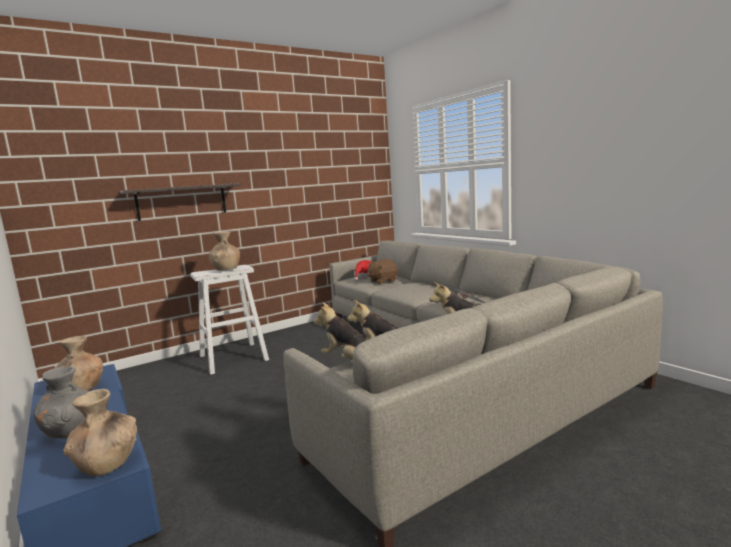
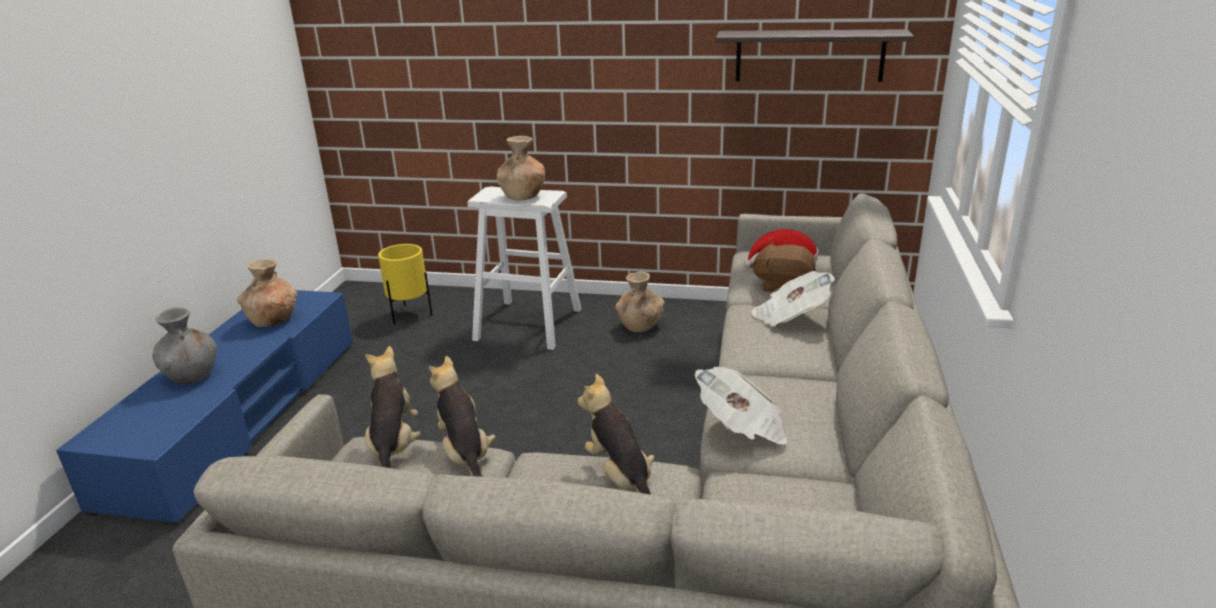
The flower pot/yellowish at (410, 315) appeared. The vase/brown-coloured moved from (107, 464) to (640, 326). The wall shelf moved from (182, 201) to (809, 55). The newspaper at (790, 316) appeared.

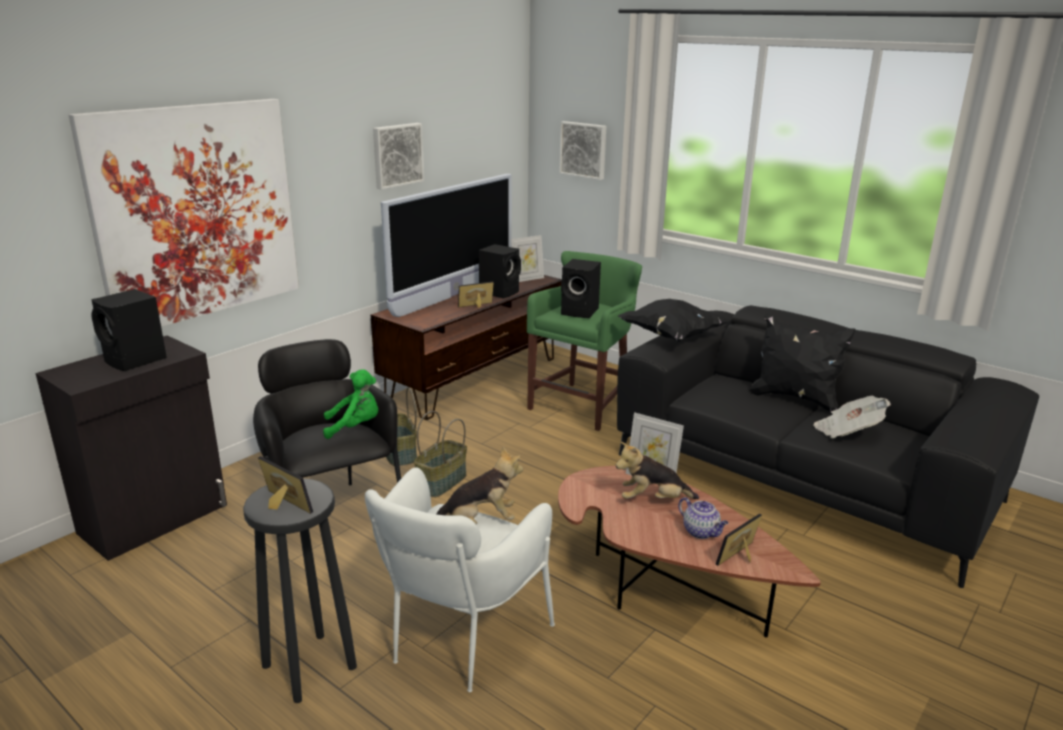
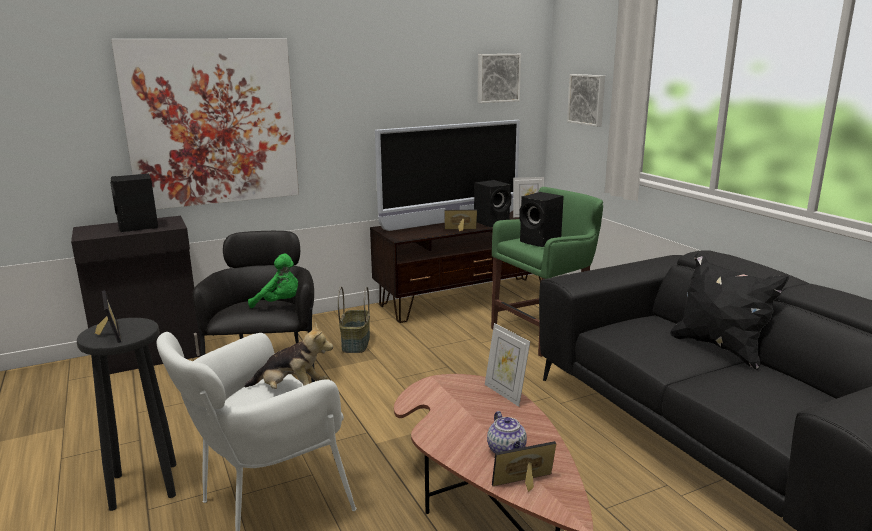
The picture moved from (397, 155) to (497, 78). The storage basket at (442, 483) disappeared. The soft toy at (653, 500) disappeared. The pillow/black-coloured at (671, 336) disappeared. The newspaper at (847, 432) disappeared.

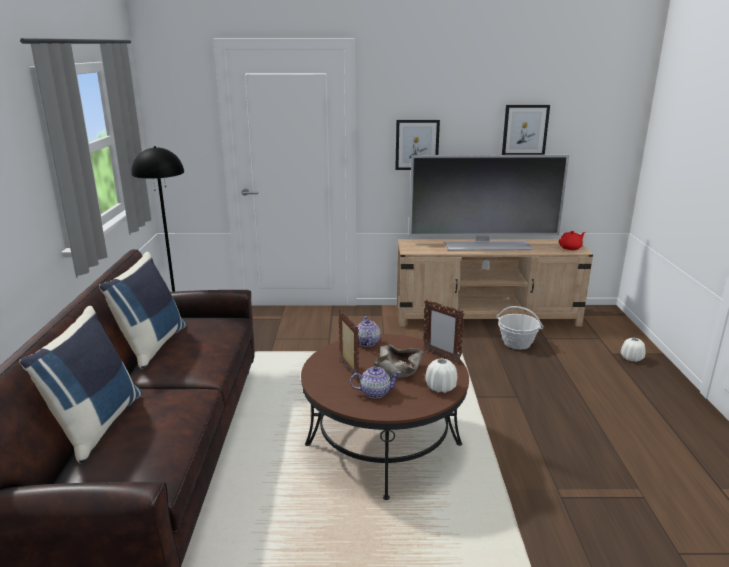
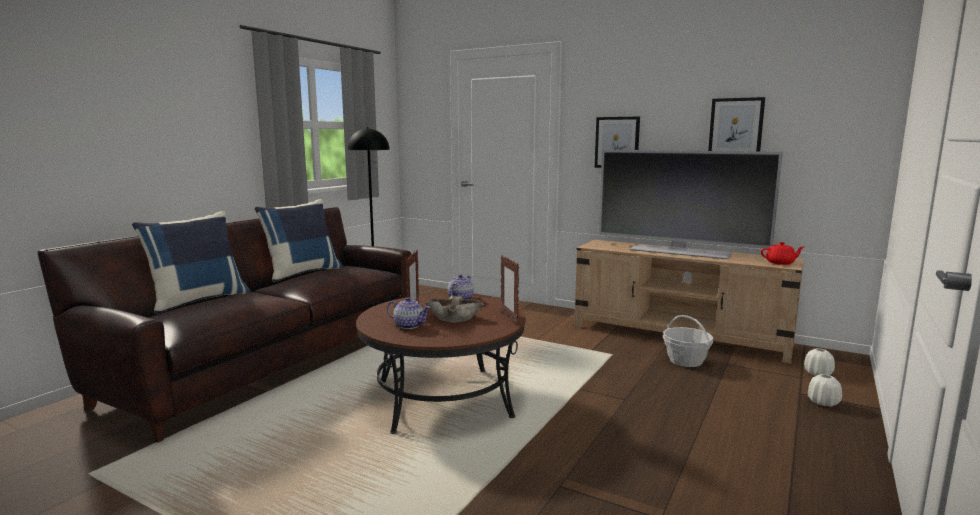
The vase/white moved from (441, 387) to (818, 373).

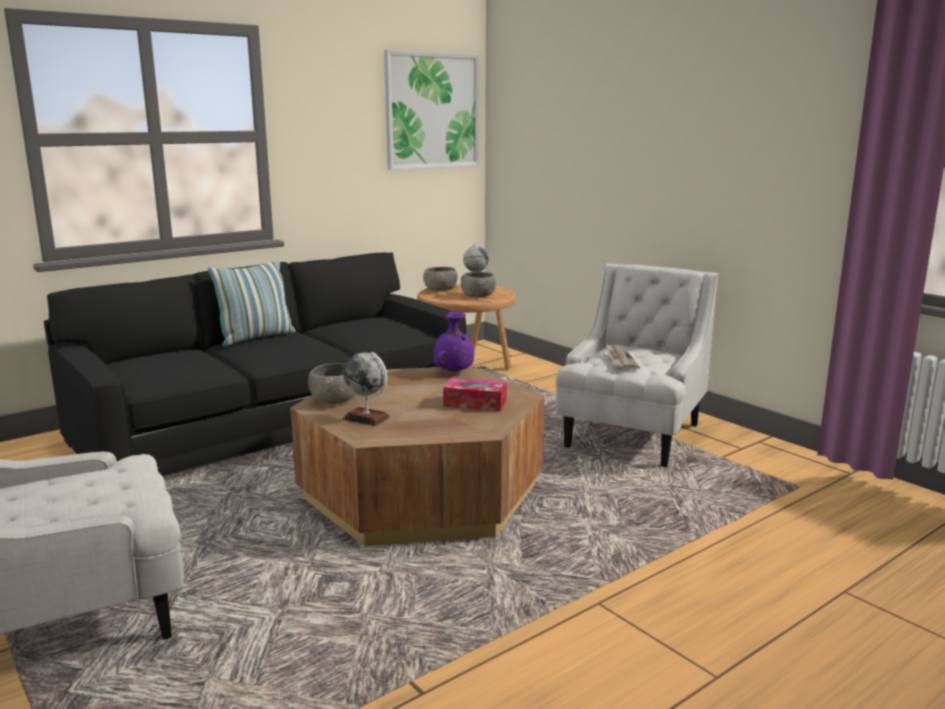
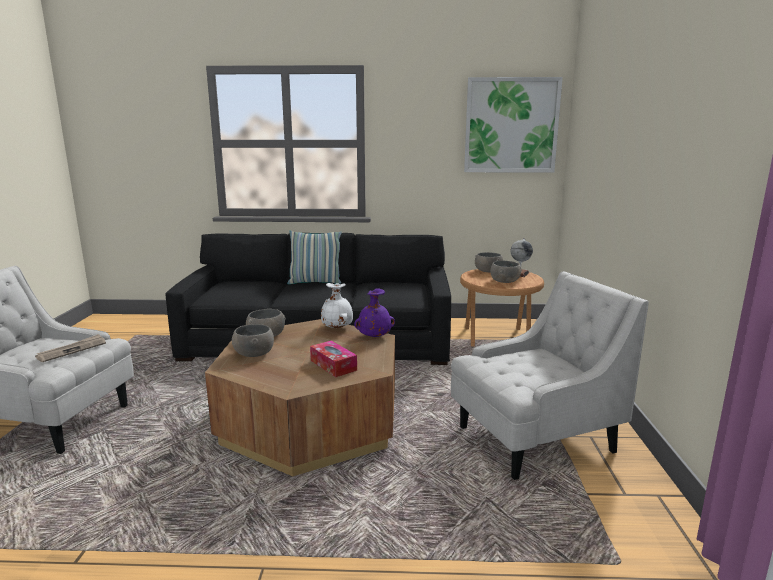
The newspaper moved from (619, 359) to (72, 350). The desk globe at (367, 418) was replaced by the serving bowl/grey at (253, 354). The vase/white at (337, 328) appeared.

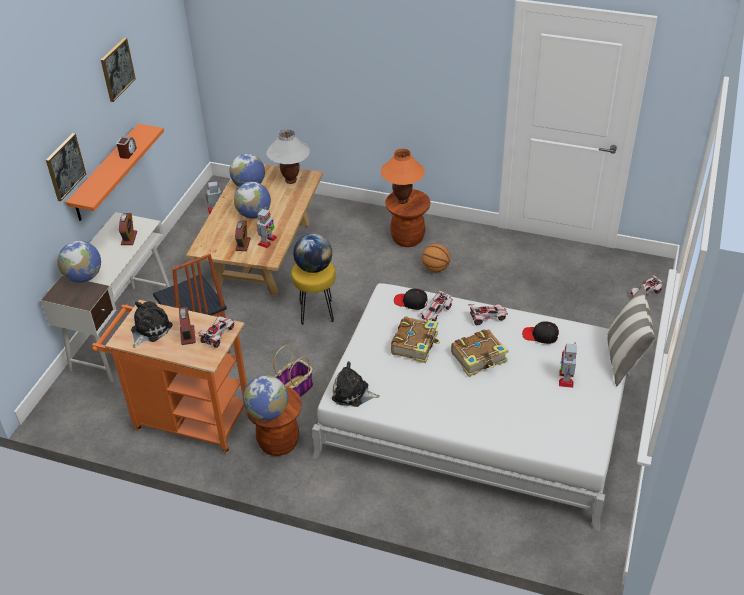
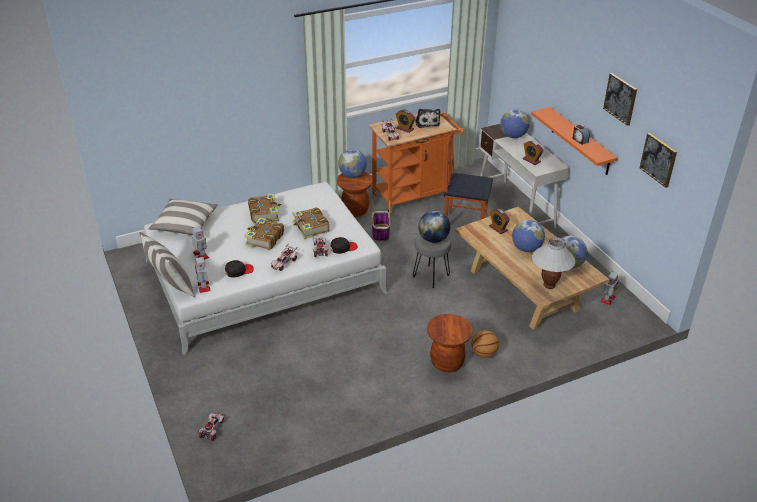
The pillow at (185, 224) appeared. The model robot moved from (267, 241) to (203, 286). The book at (264, 213) appeared. The stool seat/yellowish at (316, 312) became the stool seat/grey at (431, 276). The basketball ball moved from (435, 268) to (484, 353). The picture moved from (65, 166) to (658, 159). The soft toy at (352, 394) disappeared. The tabletop lamp/orangey at (402, 200) disappeared.

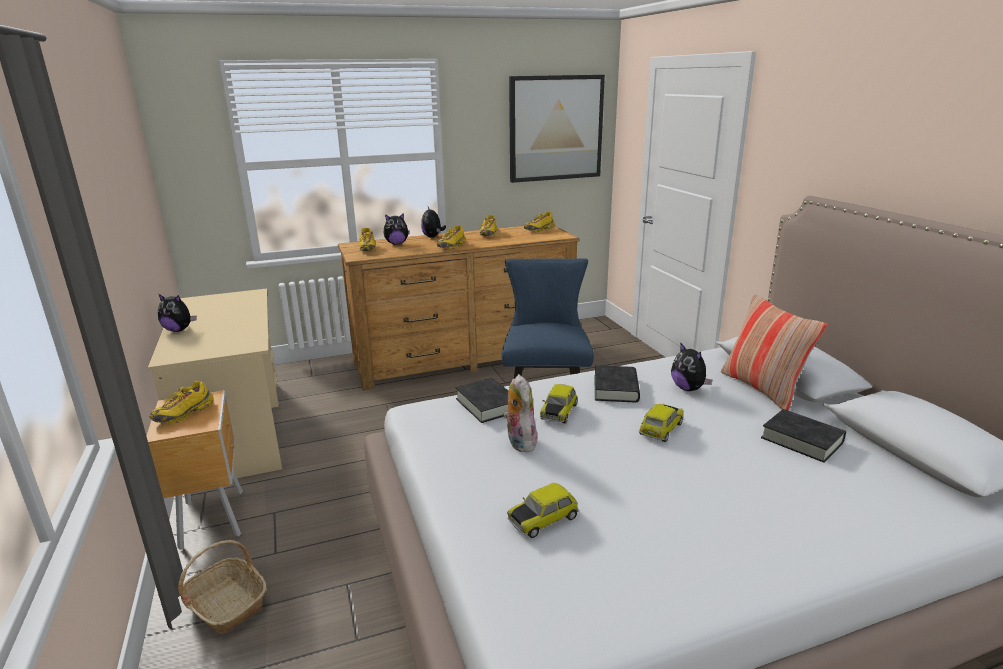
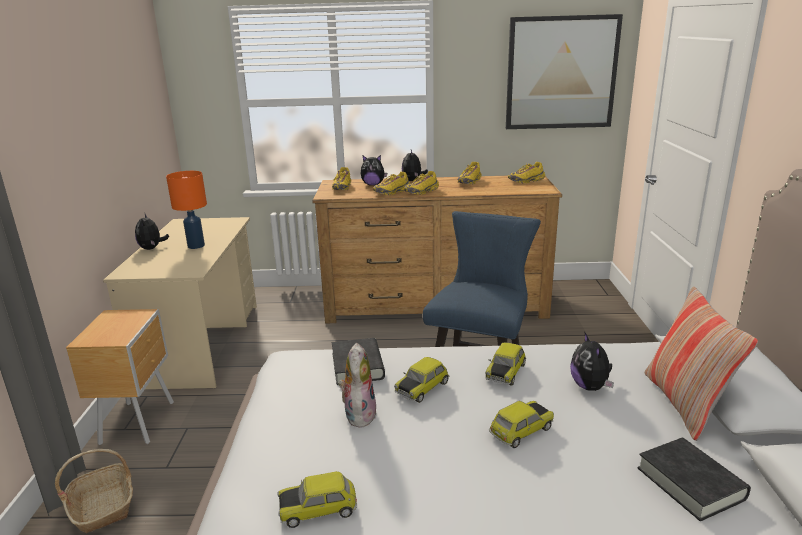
The soft toy at (179, 330) turned 45 degrees clockwise. The tabletop lamp/orangey at (195, 246) appeared. The item of footwear/yellowish moved from (184, 414) to (392, 192). The book/black-coloured at (615, 389) was replaced by the model car at (505, 372).

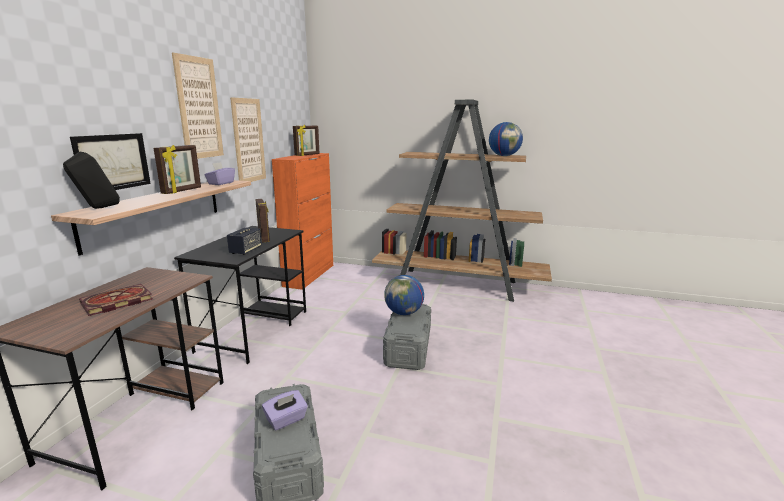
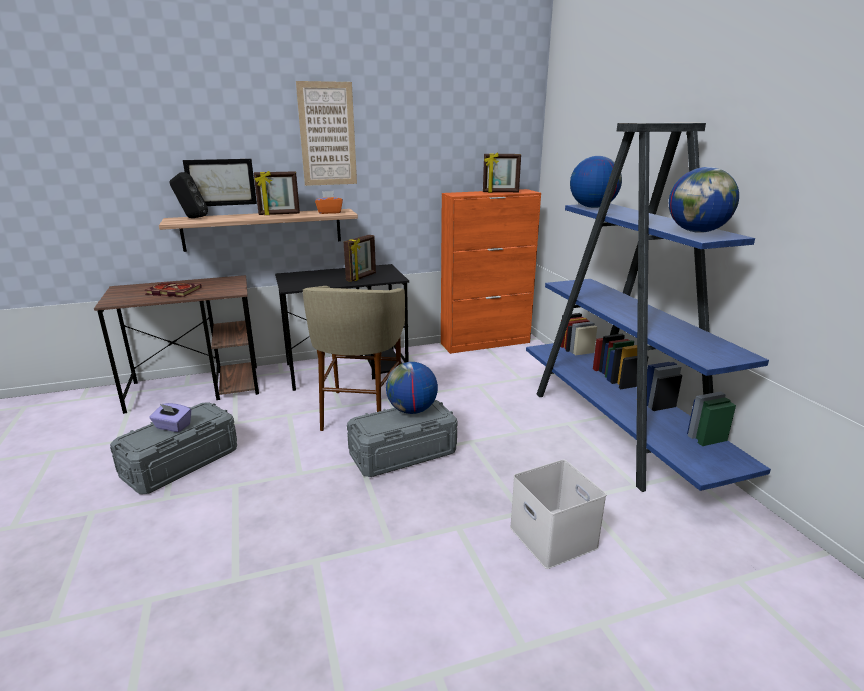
The stool seat/sand-coloured at (360, 412) appeared. The box of tissues/purple-coloured at (221, 183) became the box of tissues/orangey at (329, 212). The storage container/white at (555, 537) appeared. The shelving unit/brown-coloured at (459, 285) became the shelving unit/blue at (618, 431). The desk globe at (592, 207) appeared. The loudspeaker at (245, 251) disappeared. The picture at (248, 140) disappeared.

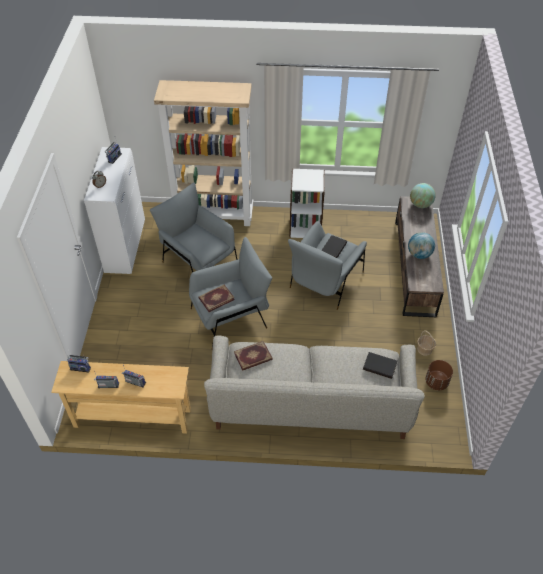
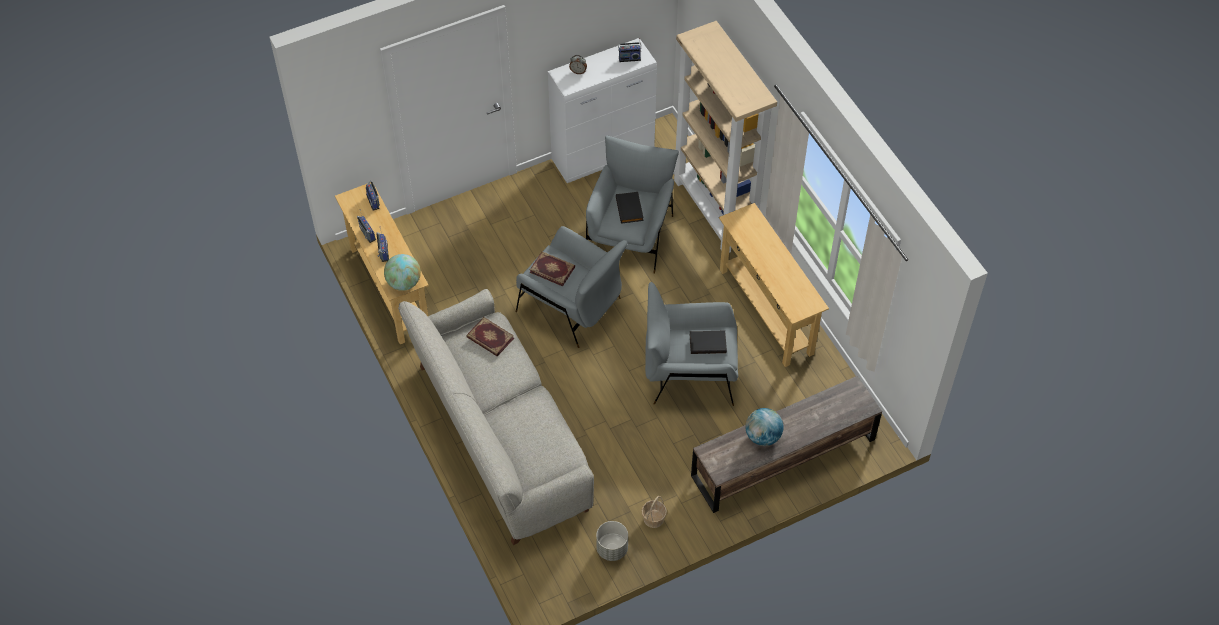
The desk globe moved from (420, 204) to (404, 282). The flower pot/brown-coloured at (436, 382) became the flower pot/grey at (612, 549). The book/black-coloured moved from (380, 366) to (630, 209). The shelving unit/white at (305, 227) was replaced by the narrow table/sand-coloured at (766, 311).

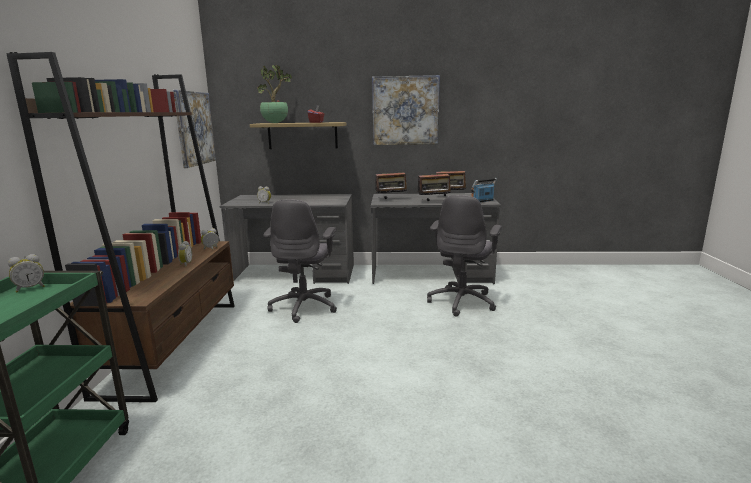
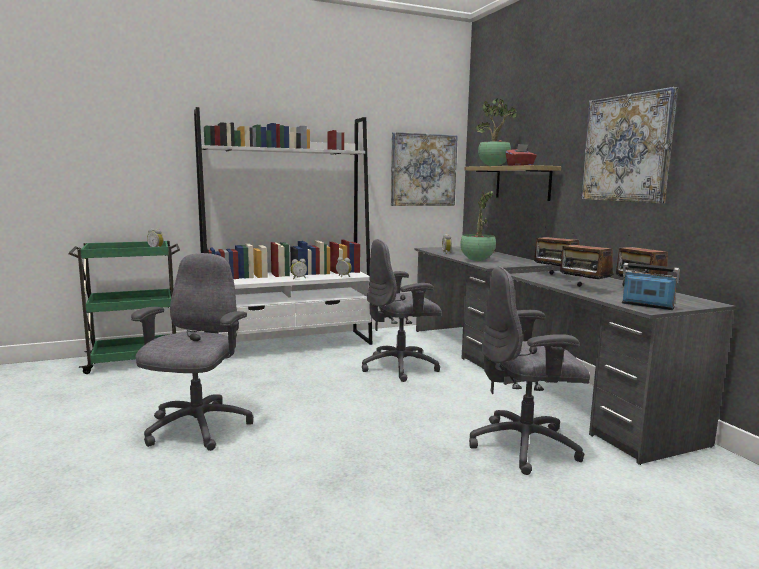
The computer chair/grey at (197, 428) appeared. The shelving unit/brown-coloured at (174, 344) became the shelving unit/white at (290, 345). The potted plant at (477, 260) appeared.

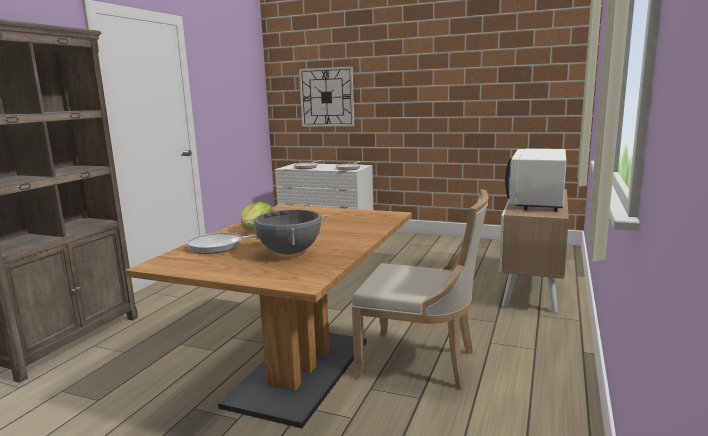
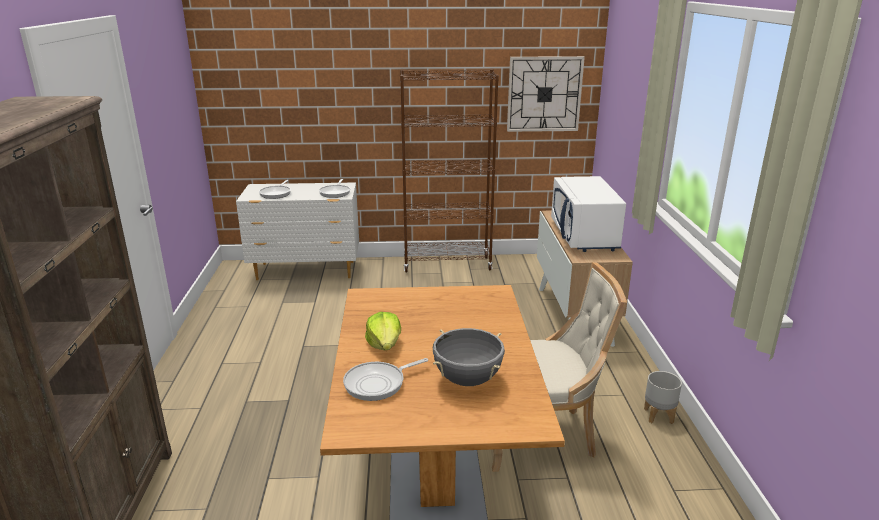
The shelving unit/brown-coloured at (447, 264) appeared. The hanging clock moved from (327, 97) to (544, 94). The flower pot/grey at (658, 415) appeared.

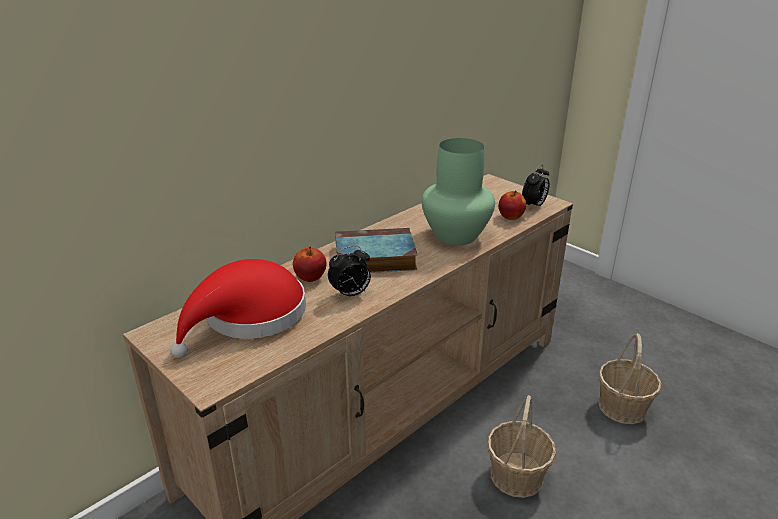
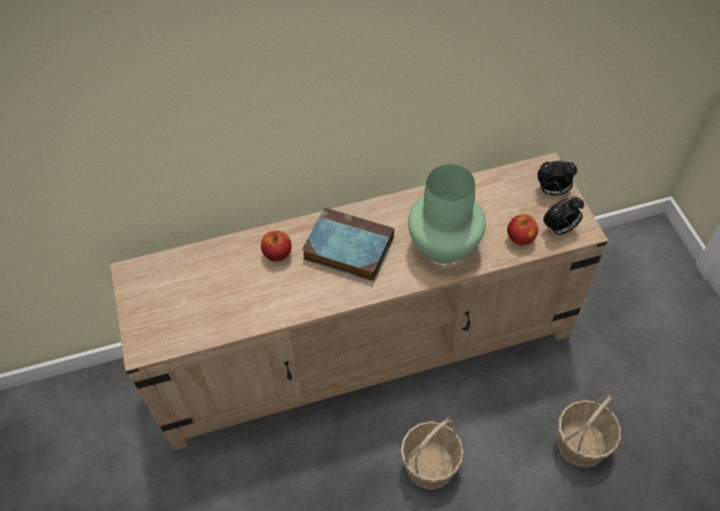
The alarm clock moved from (350, 294) to (552, 191). The clothing hat/red-coloured at (249, 317) disappeared.

